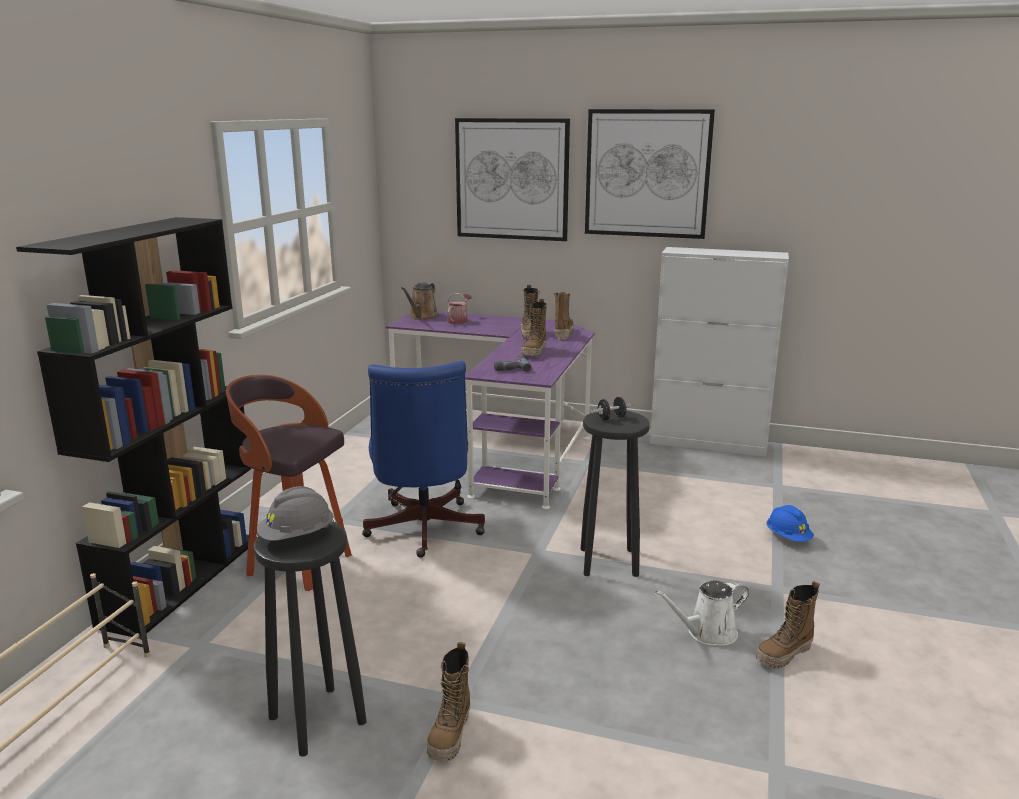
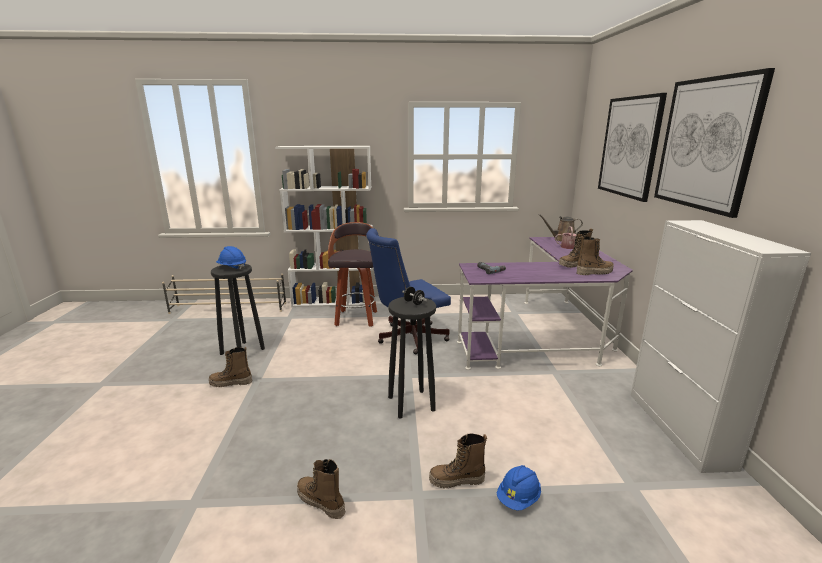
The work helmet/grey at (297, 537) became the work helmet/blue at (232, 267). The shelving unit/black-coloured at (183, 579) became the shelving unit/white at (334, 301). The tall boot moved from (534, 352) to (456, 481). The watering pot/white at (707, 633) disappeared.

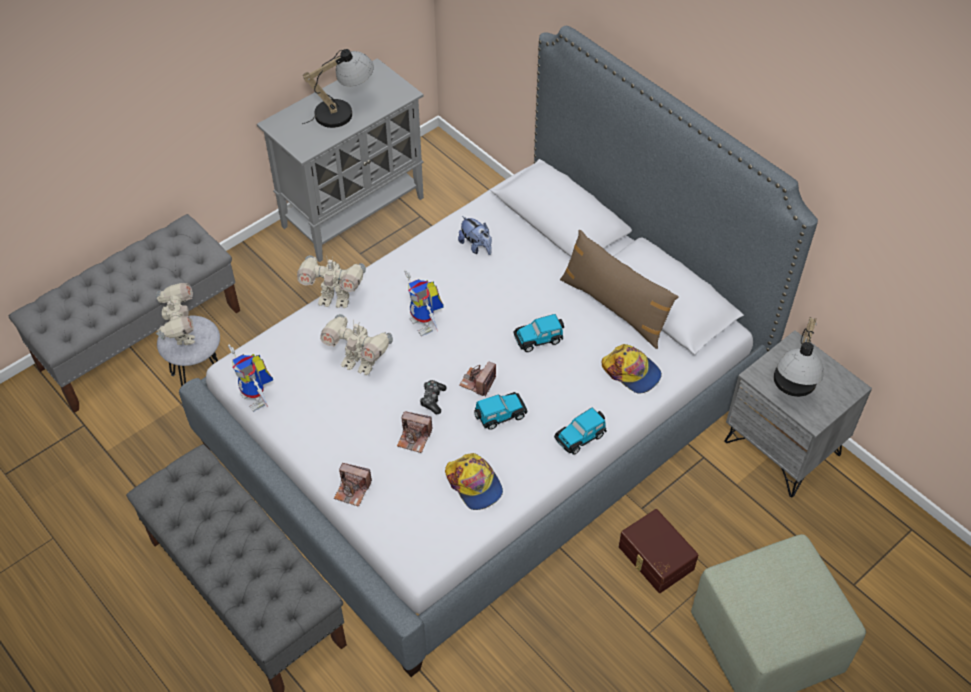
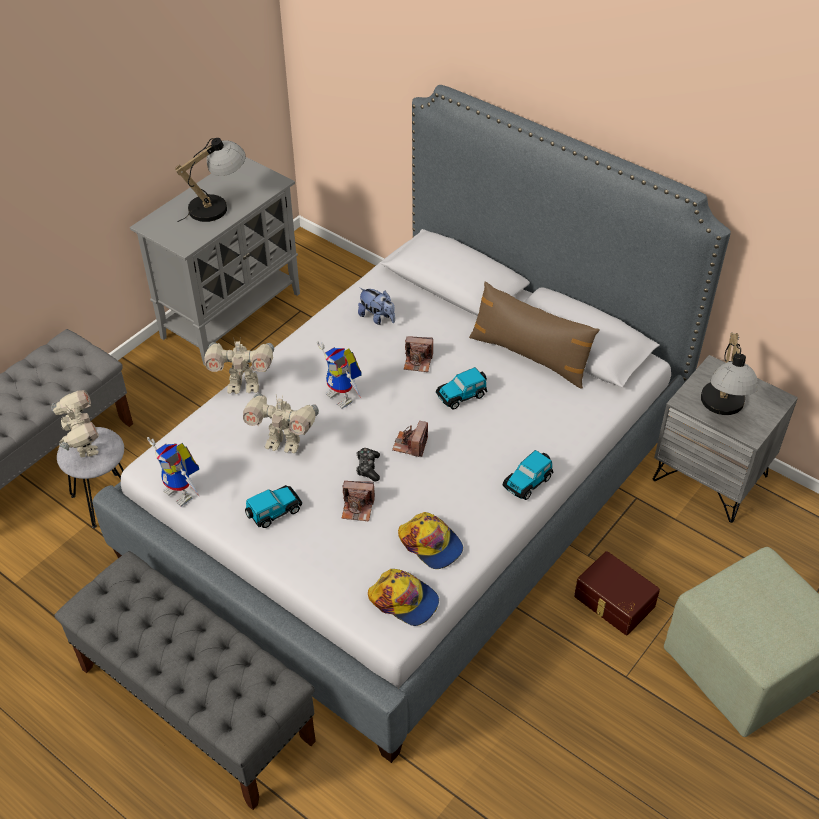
The model car moved from (499, 415) to (273, 511). The cap moved from (632, 372) to (404, 600). The photo camera moved from (352, 490) to (418, 361).

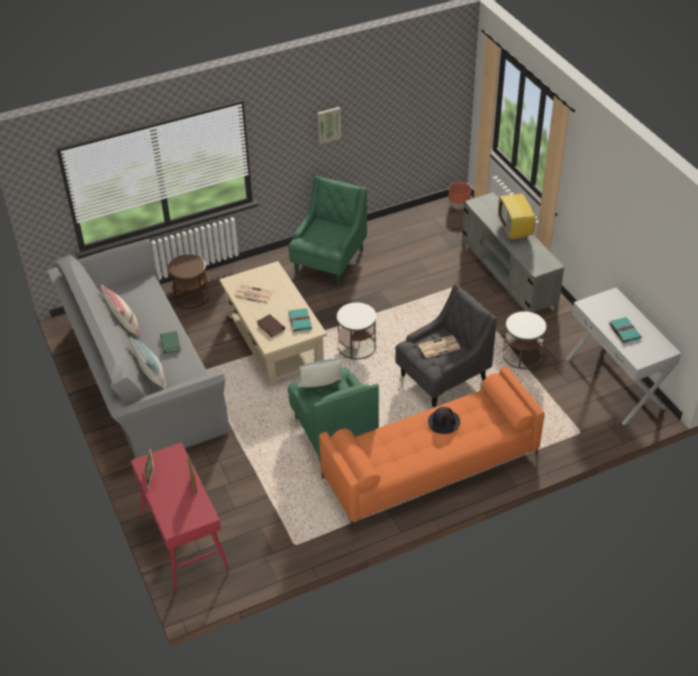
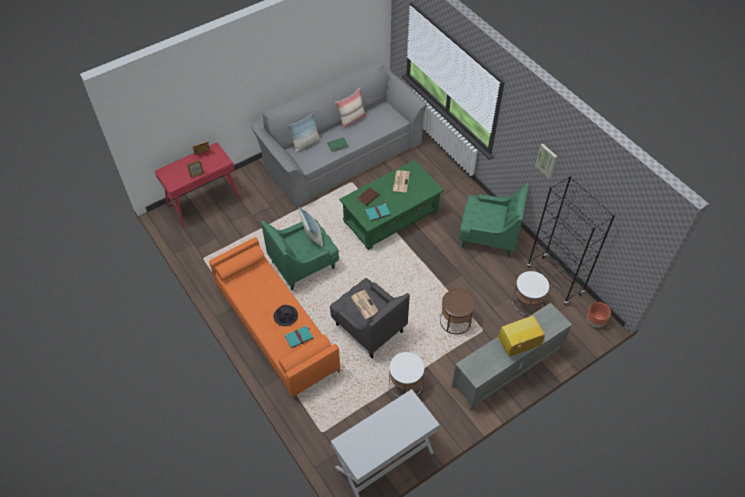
The book/turquoise moved from (624, 330) to (299, 337). The low table/sand-coloured at (274, 339) became the low table/greenish at (391, 216). The end table/brown-coloured moved from (191, 296) to (455, 321). The end table/white moved from (357, 346) to (527, 303). The shelving unit/black-coloured at (554, 280) appeared.

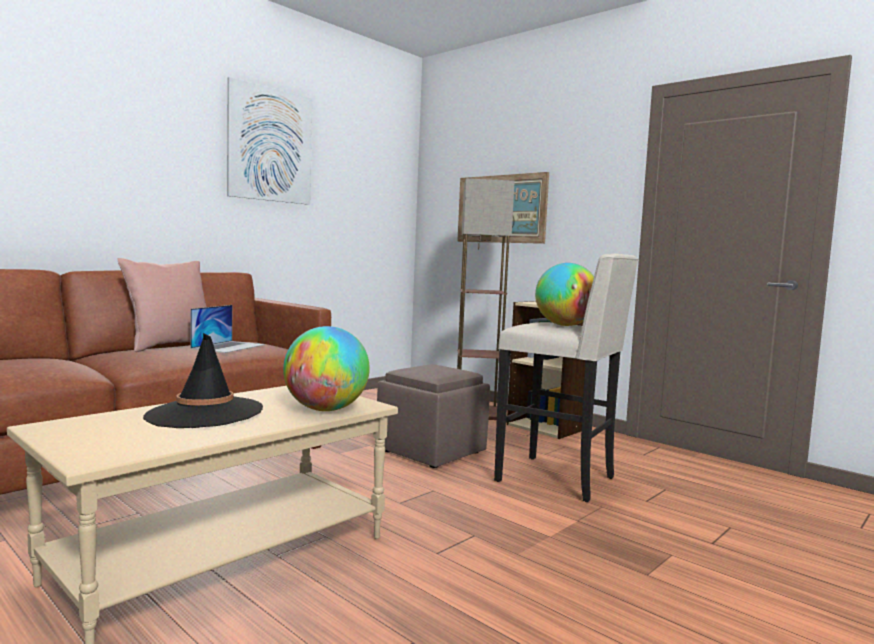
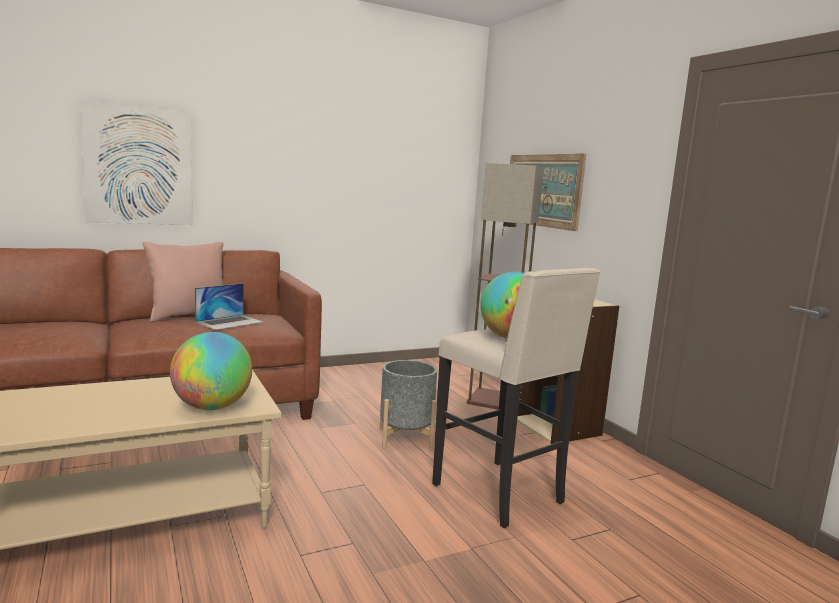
The picture moved from (270, 145) to (139, 166). The ottoman/brown-coloured at (431, 451) was replaced by the flower pot/grey at (405, 438). The clothing hat/black-coloured at (205, 413) disappeared.

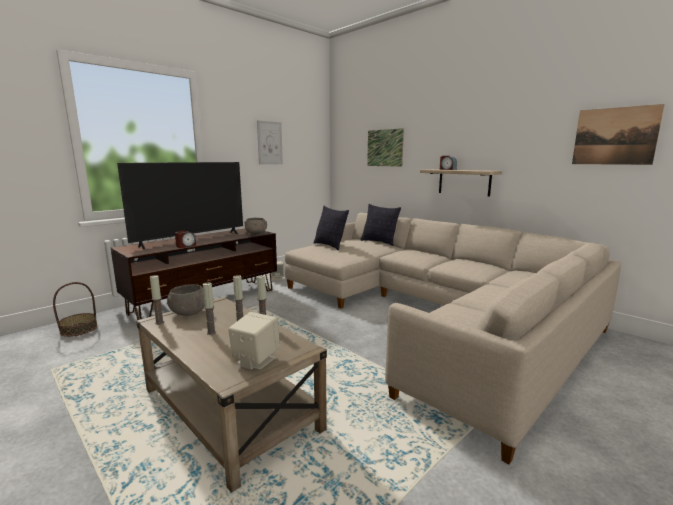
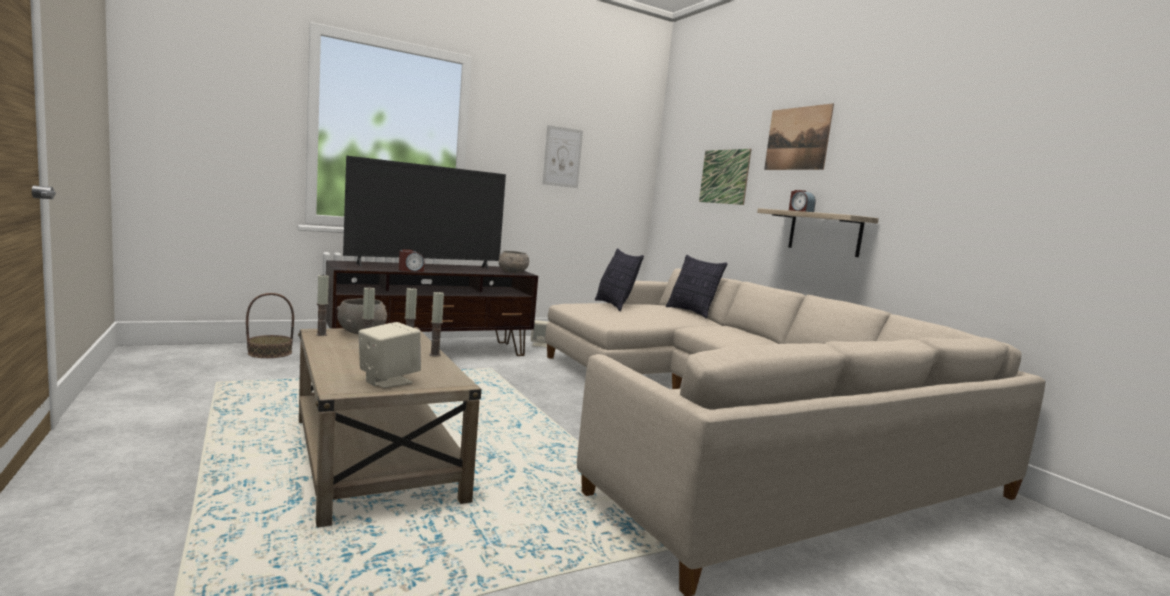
The picture moved from (614, 136) to (797, 138).

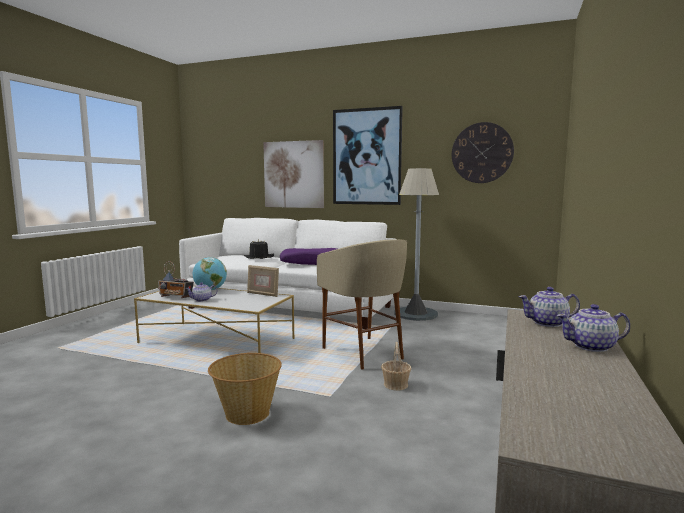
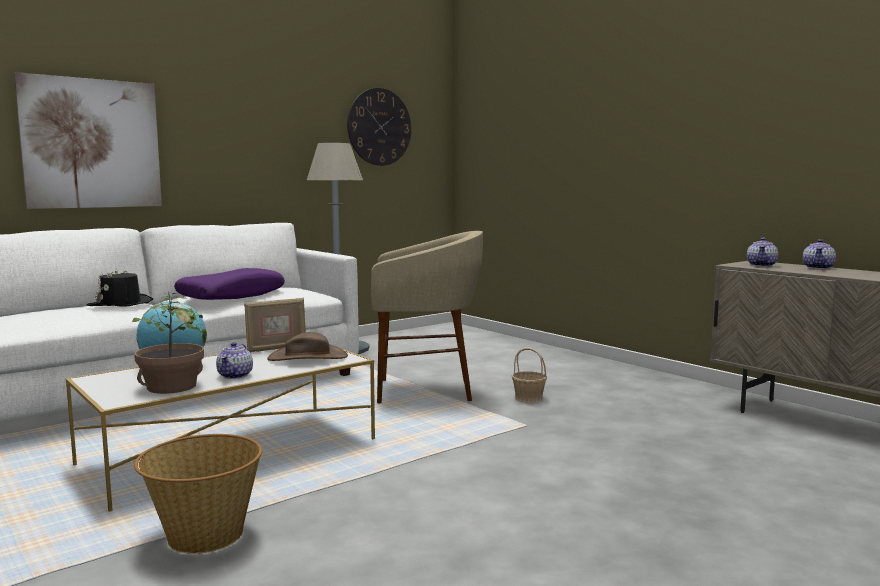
The radio set at (176, 297) was replaced by the potted plant at (171, 386). The storage basket moved from (246, 413) to (204, 535). The clothing hat/brown-coloured at (308, 357) appeared. The picture at (366, 157) disappeared.

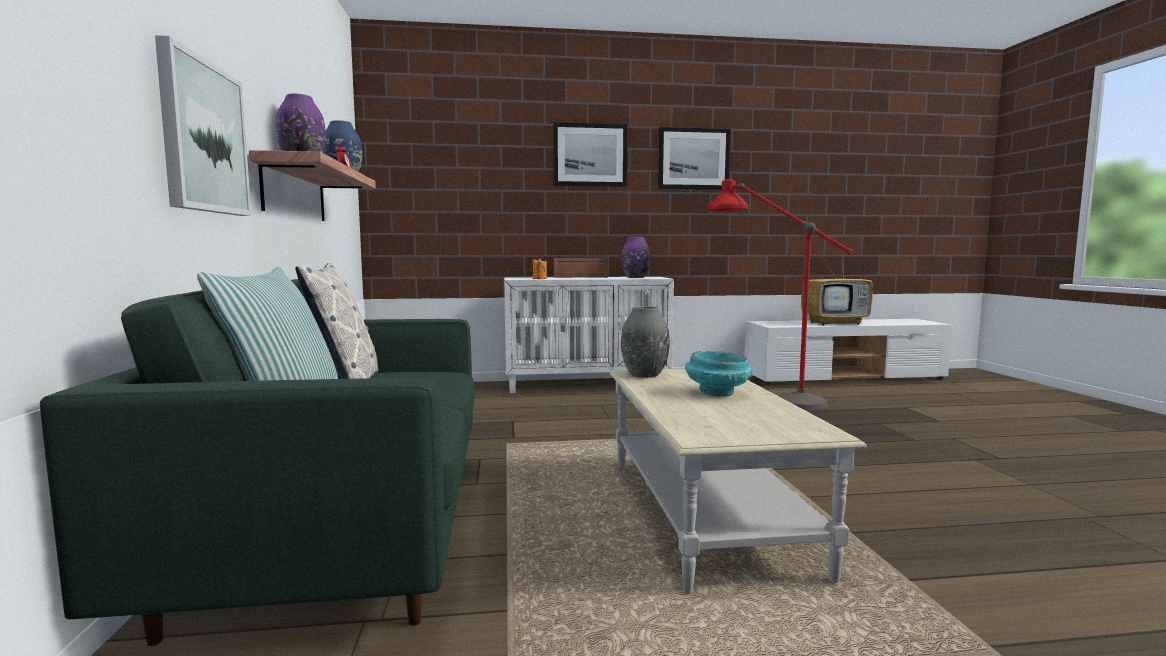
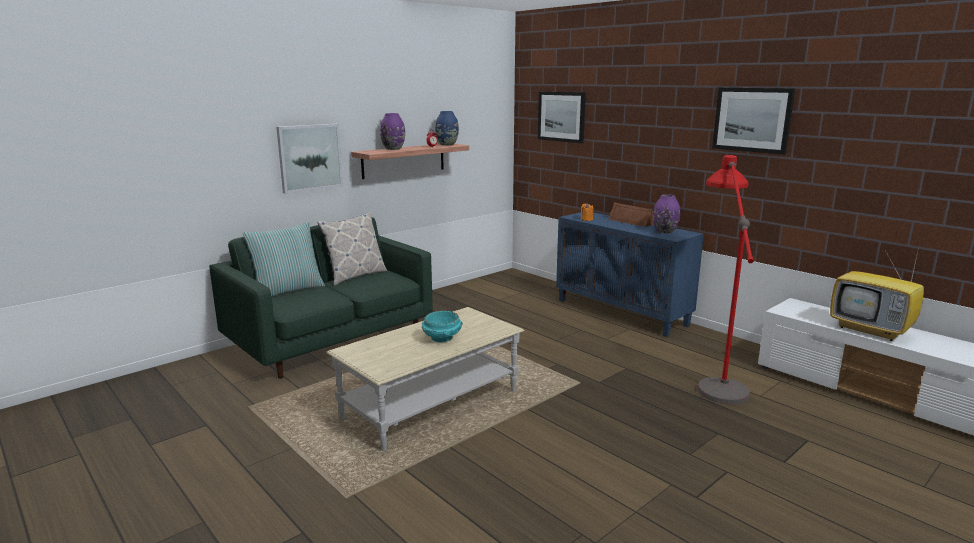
The picture moved from (590, 155) to (561, 116). The cupboard/white at (587, 385) became the cupboard/blue at (622, 312). The vase/grey at (644, 375) disappeared.

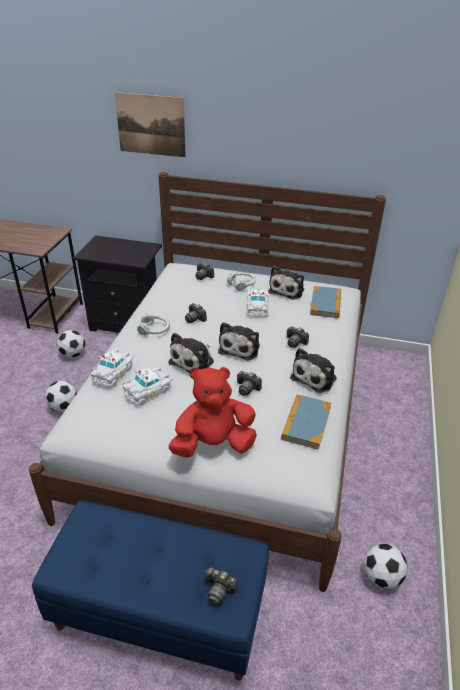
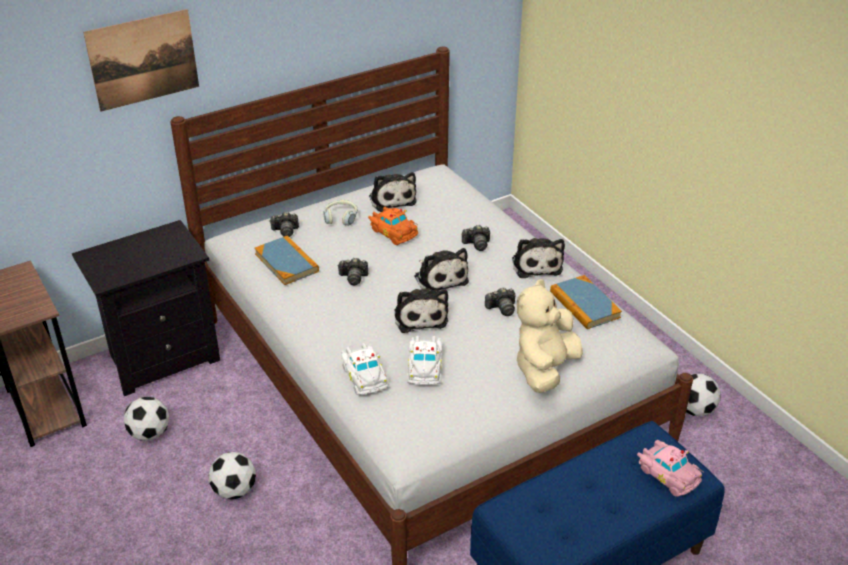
The book moved from (325, 304) to (286, 262). The model car/white at (257, 307) became the model car/orangey at (393, 231). The soft toy/red-coloured at (213, 444) became the soft toy/sand-coloured at (545, 369). The photo camera at (219, 590) was replaced by the model car/pink-coloured at (668, 473). The headphones at (154, 330) disappeared.

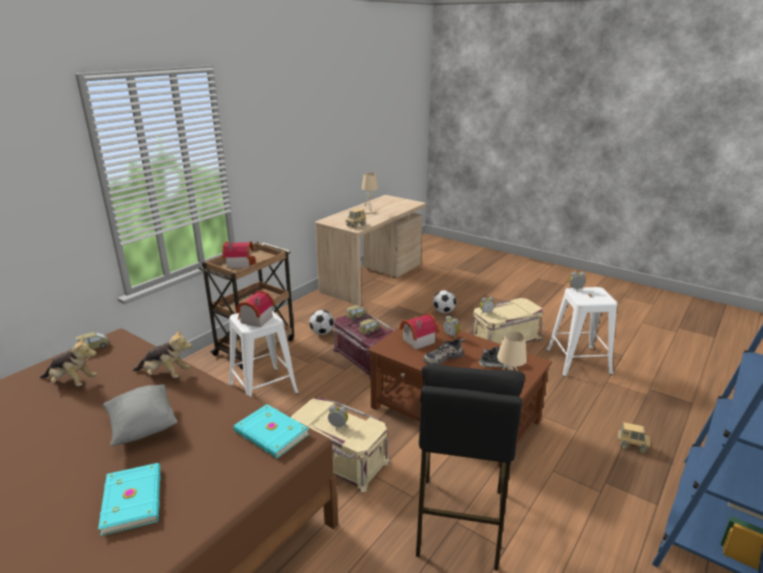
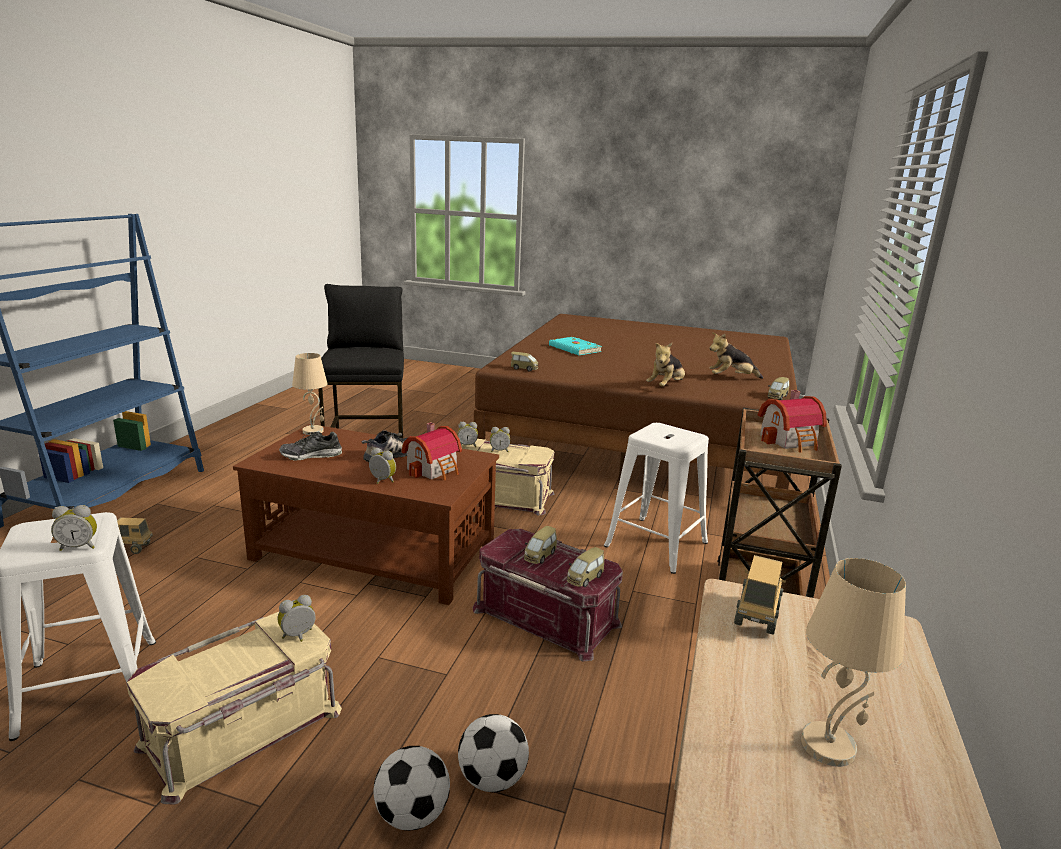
The alarm clock at (467, 445) appeared. The ball for football moved from (322, 333) to (492, 779). The book/turquoise at (271, 434) was replaced by the model car at (524, 369). The soft toy at (165, 374) turned 45 degrees counterclockwise. The pillow/grey at (143, 427) disappeared. The model house at (254, 319) disappeared.

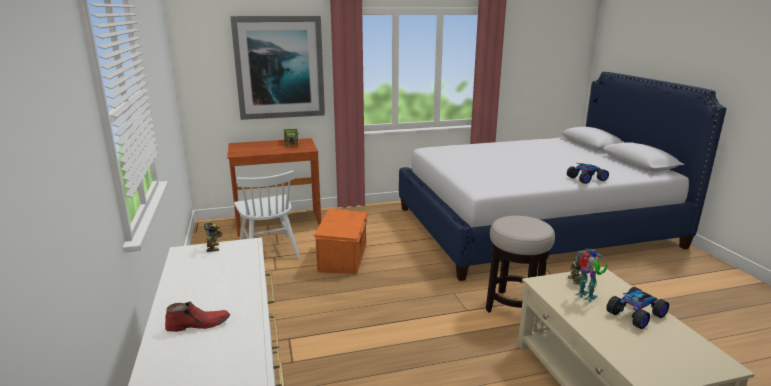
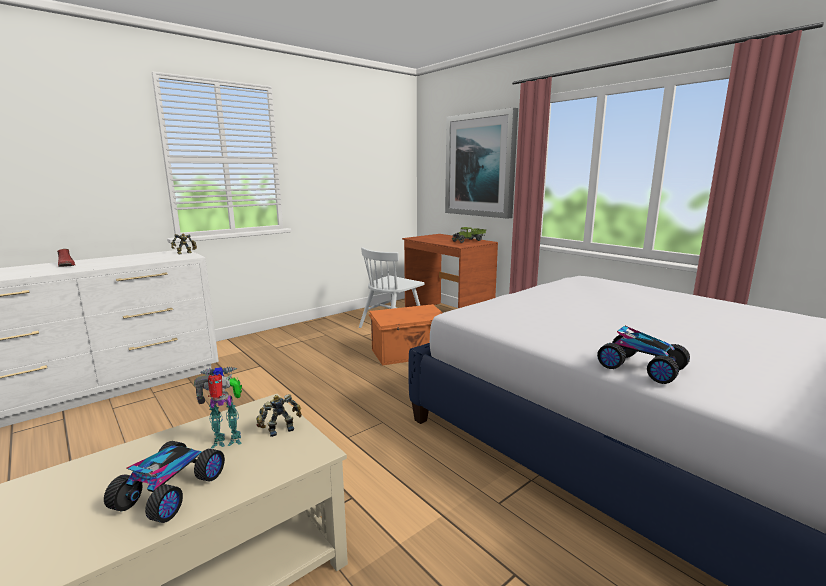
The model car at (636, 314) turned 105 degrees counterclockwise. The model robot at (586, 297) turned 135 degrees counterclockwise. The stool seat at (514, 307) disappeared.

